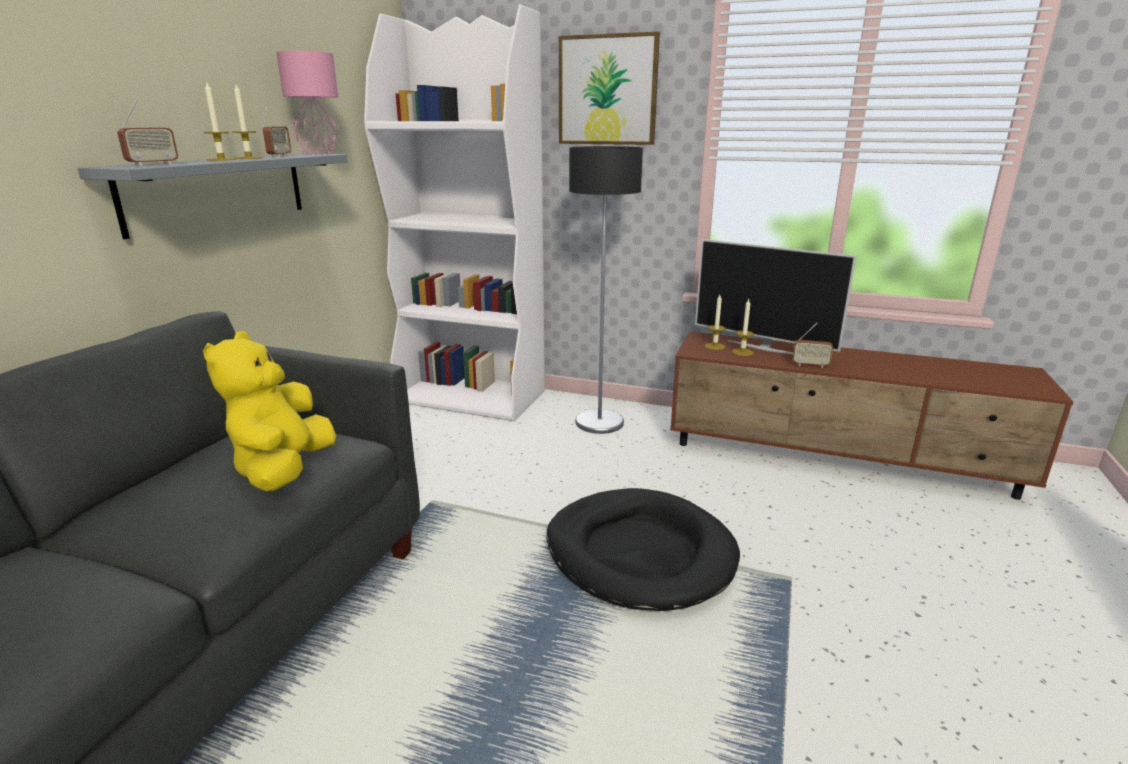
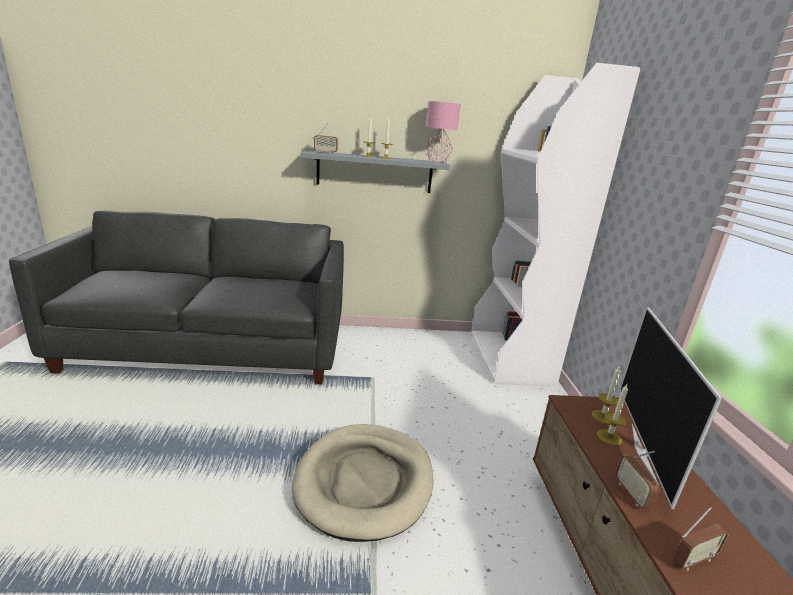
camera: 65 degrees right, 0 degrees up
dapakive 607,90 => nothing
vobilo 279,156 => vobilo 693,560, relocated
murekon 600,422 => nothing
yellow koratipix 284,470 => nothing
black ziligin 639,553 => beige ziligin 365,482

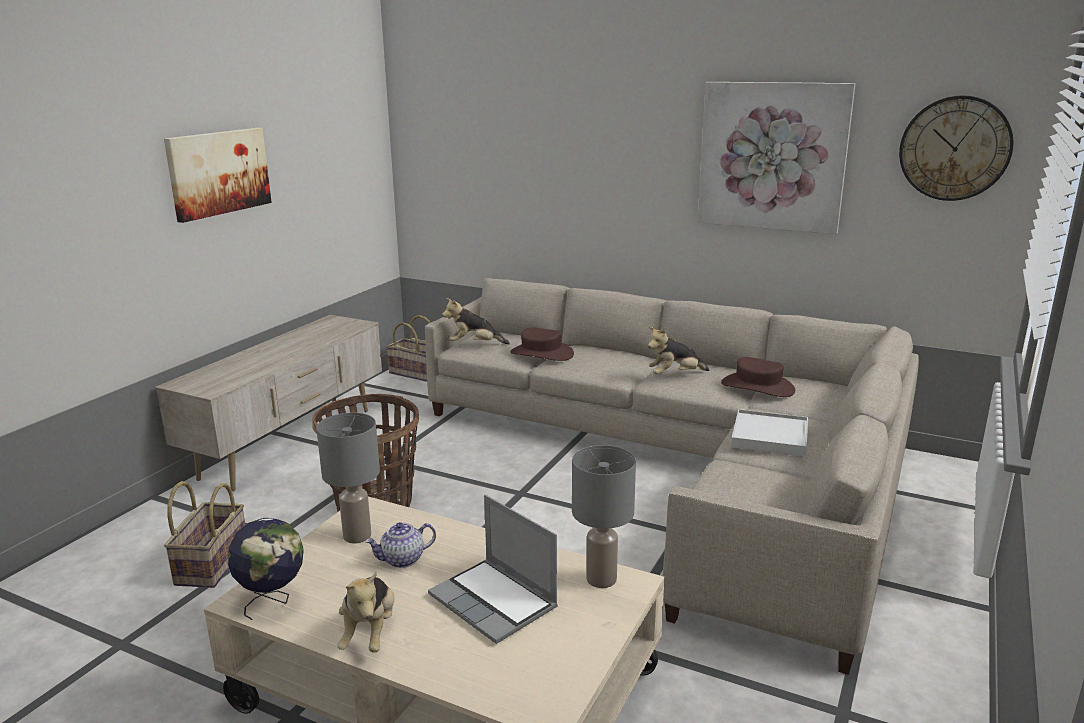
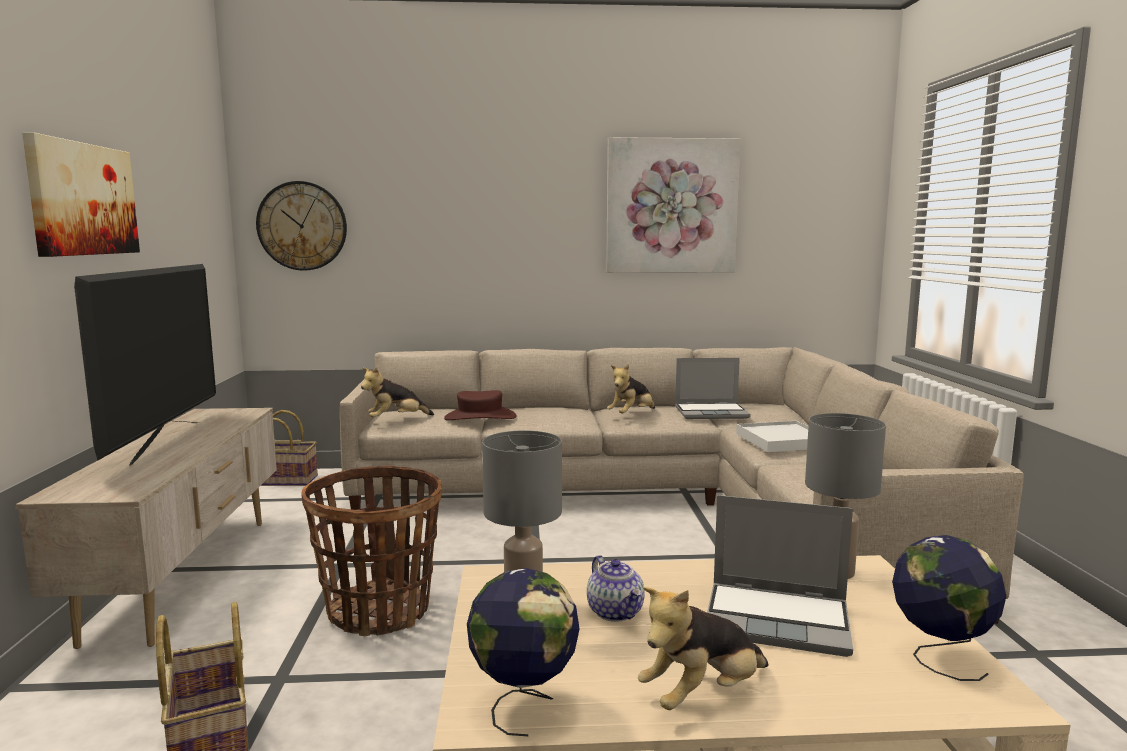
camera: 30 degrees left, 10 degrees down
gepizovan 954,148 => gepizovan 302,226, relocated
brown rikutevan 757,387 => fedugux 712,412
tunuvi 402,560 => tunuvi 616,612, 60 degrees counterclockwise
koratipix 370,633 => koratipix 702,695, 90 degrees clockwise
nothing => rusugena 165,442
nothing => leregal 939,658

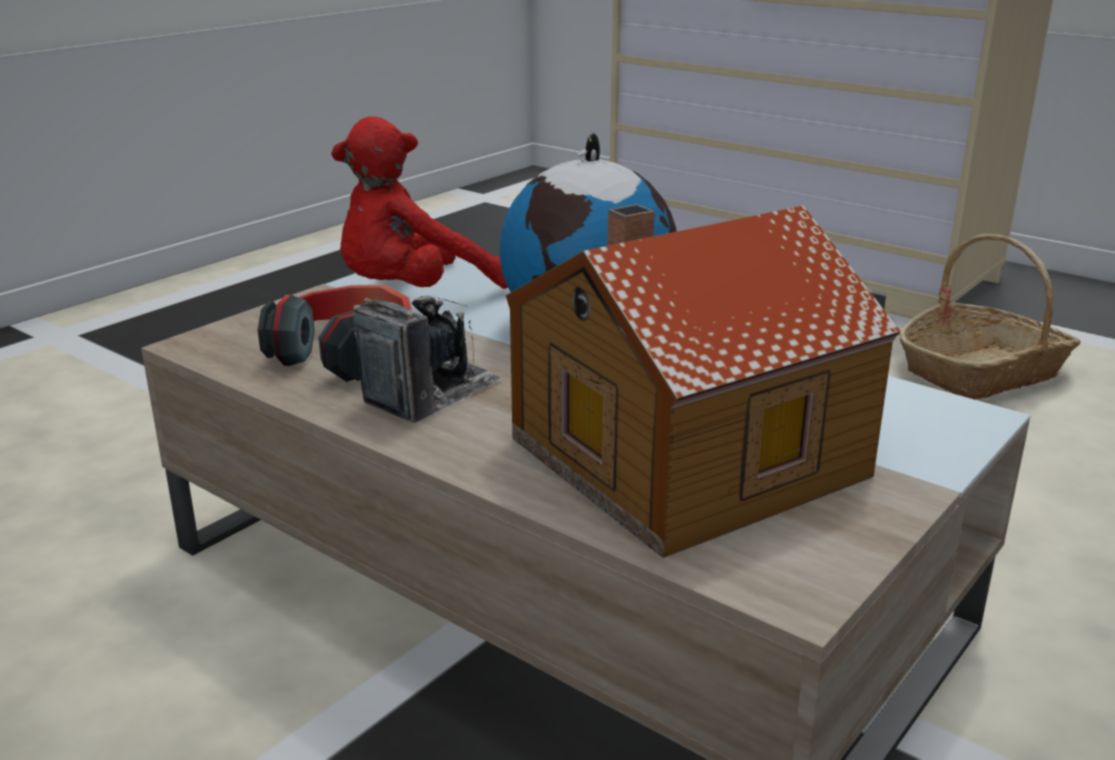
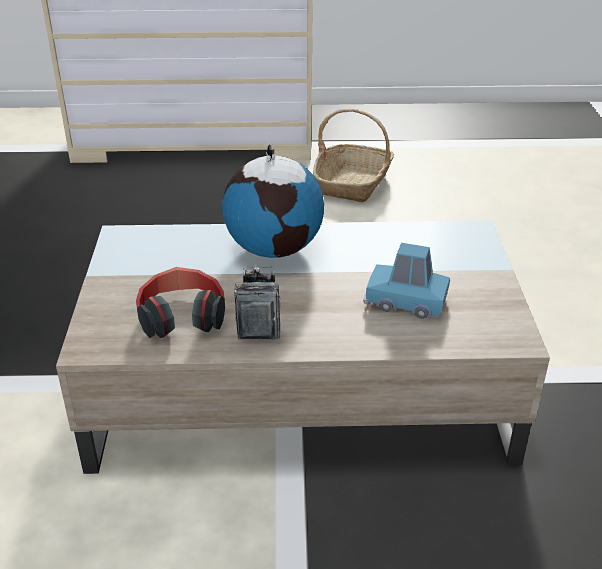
camera: 40 degrees left, 10 degrees up
red koratipix 414,294 => nothing
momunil 679,455 => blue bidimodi 405,301

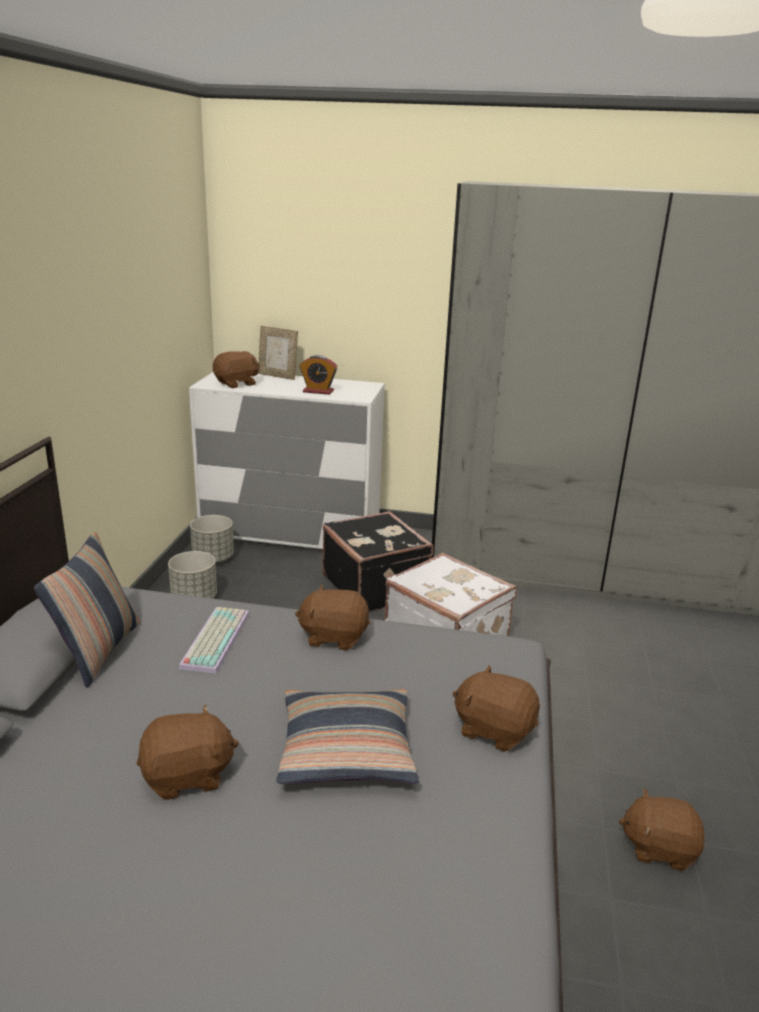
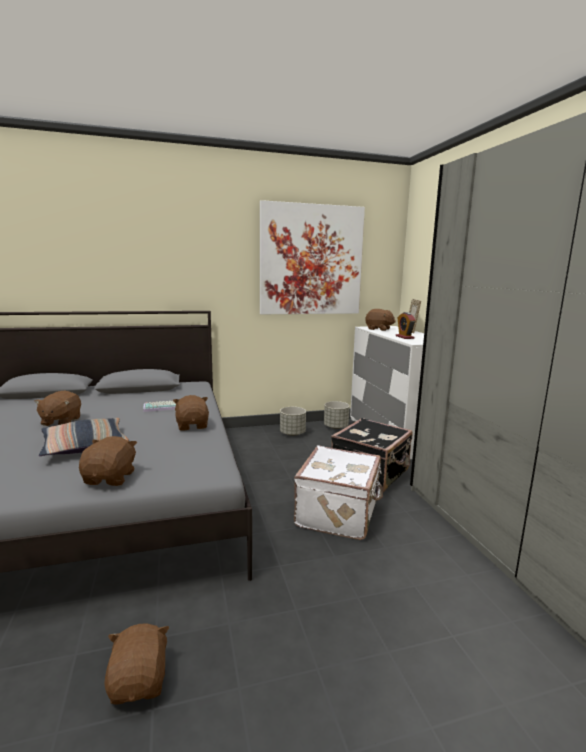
camera: 65 degrees right, 10 degrees down
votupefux 98,651 => nothing
brown koratipix 187,776 => brown koratipix 60,421, 45 degrees clockwise
nothing => dapakive 311,260

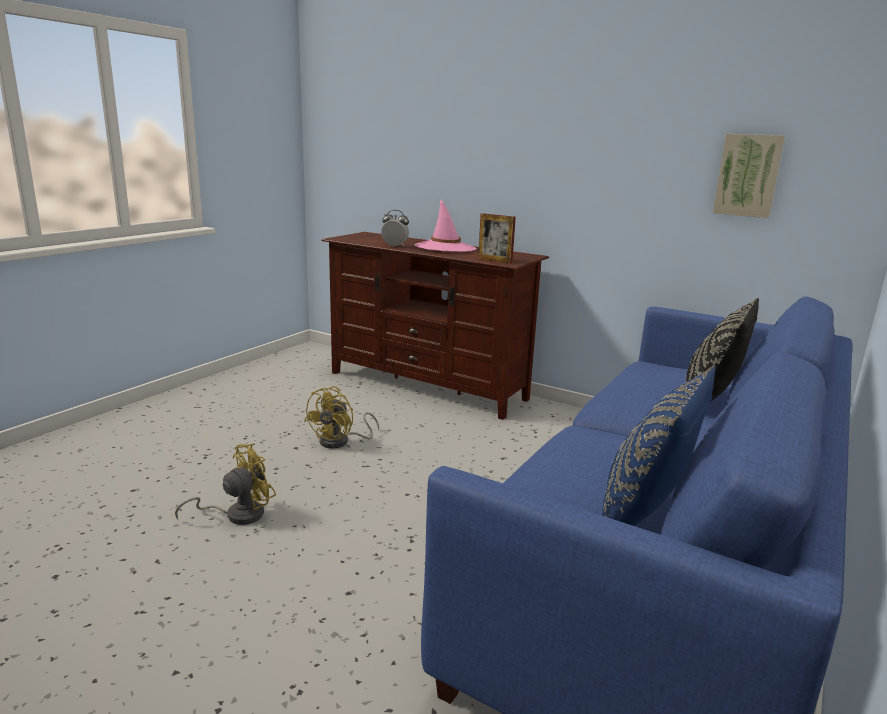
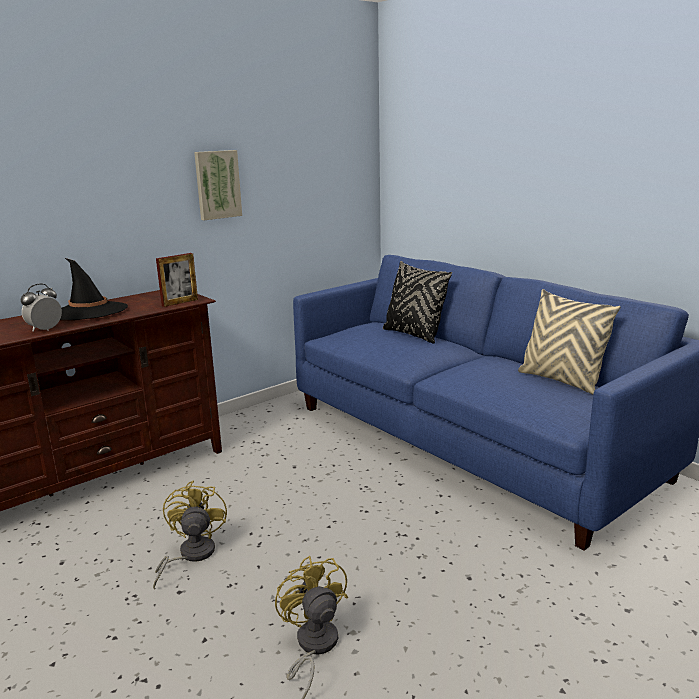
camera: 70 degrees left, 0 degrees up
dapakive 748,175 => dapakive 217,184, relocated
pink rikutevan 445,248 => black rikutevan 89,312
blue votupefux 644,512 => beige votupefux 561,380
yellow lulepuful 340,441 => yellow lulepuful 190,555, 135 degrees counterclockwise

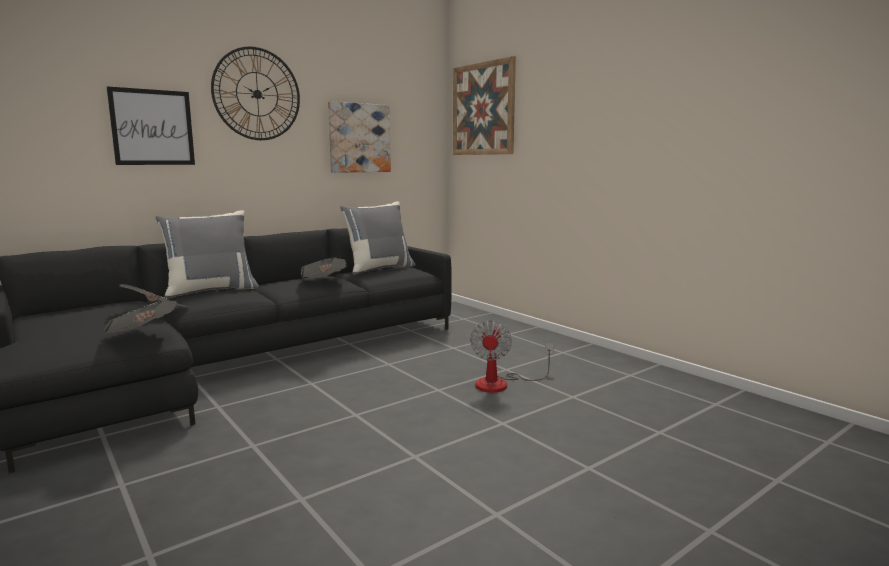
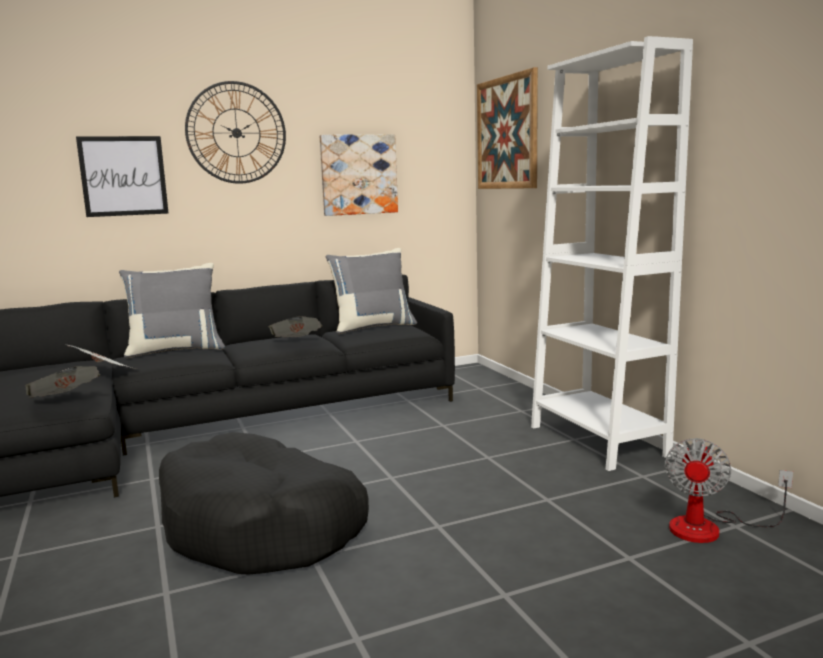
camera: 15 degrees right, 0 degrees up
lulepuful 501,383 => lulepuful 710,528, relocated
nothing => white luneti 597,440
nothing => black ziligin 262,526

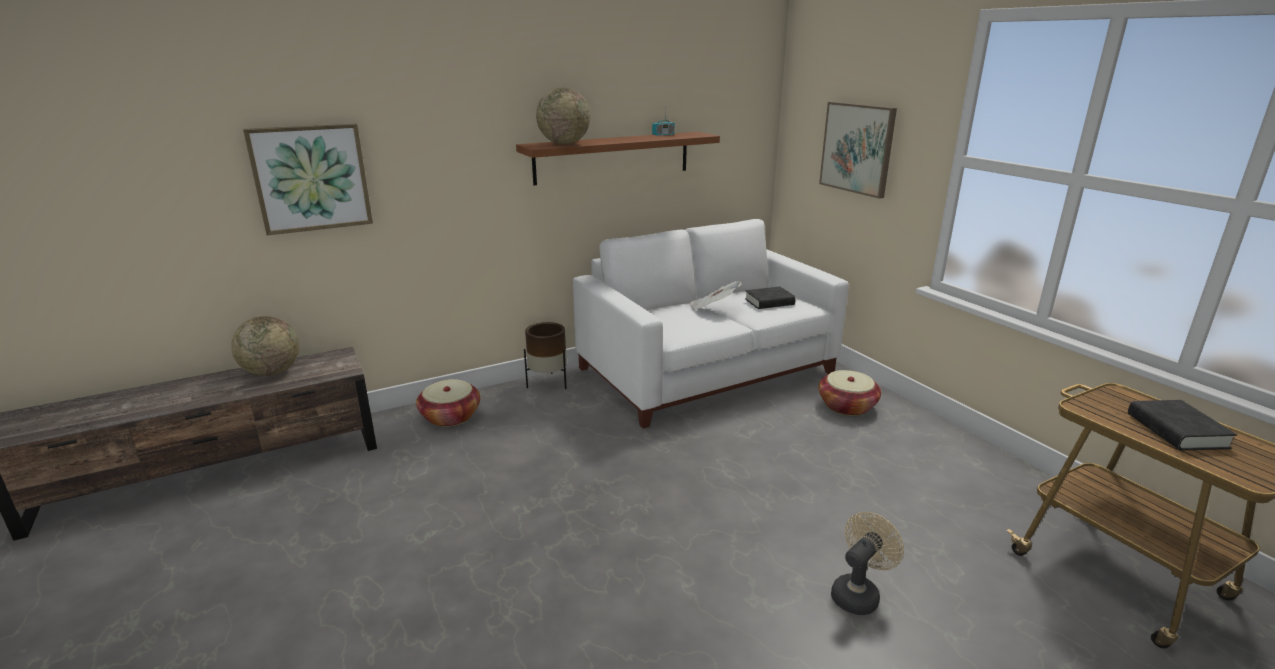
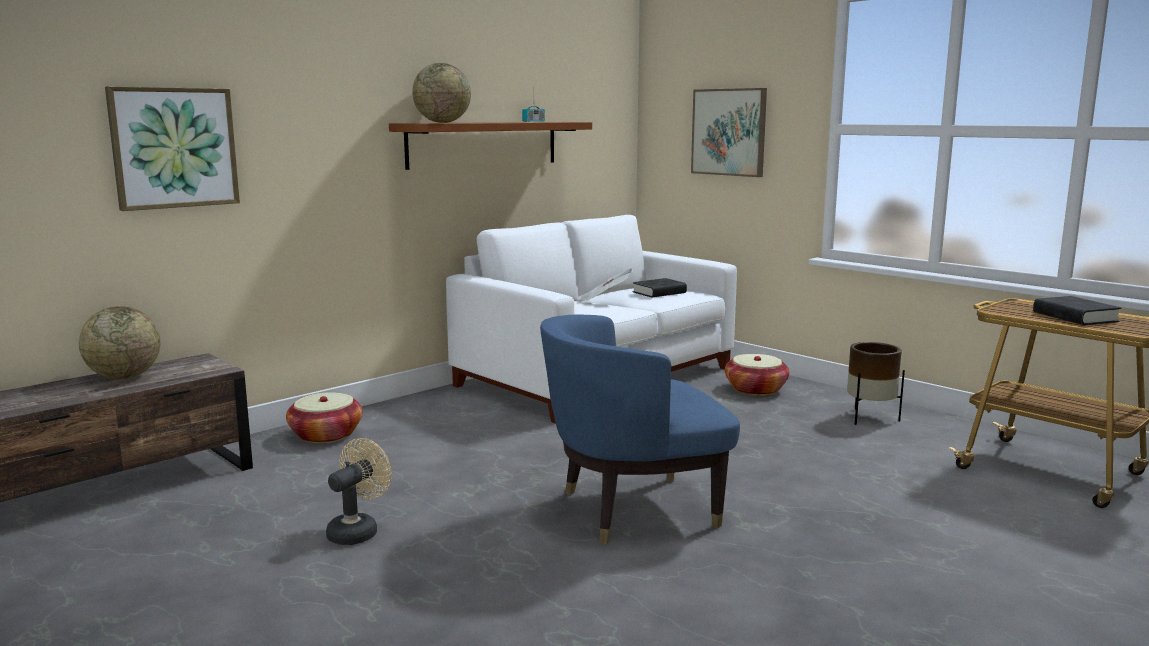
camera: 15 degrees left, 10 degrees down
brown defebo 548,383 => brown defebo 870,418, relocated
beige lulepuful 858,593 => beige lulepuful 358,531, relocated
nothing => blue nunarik 635,509

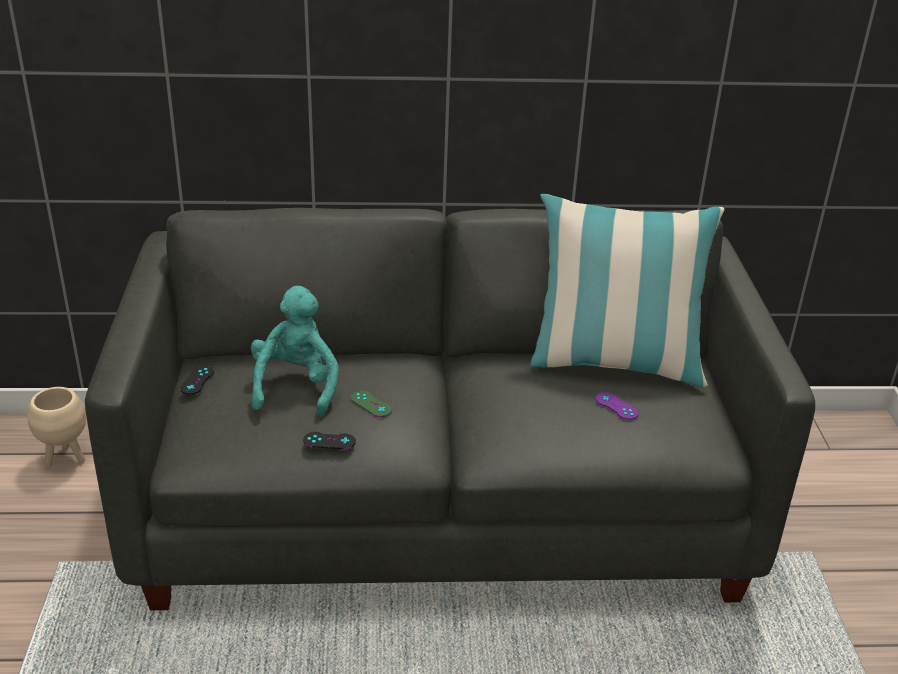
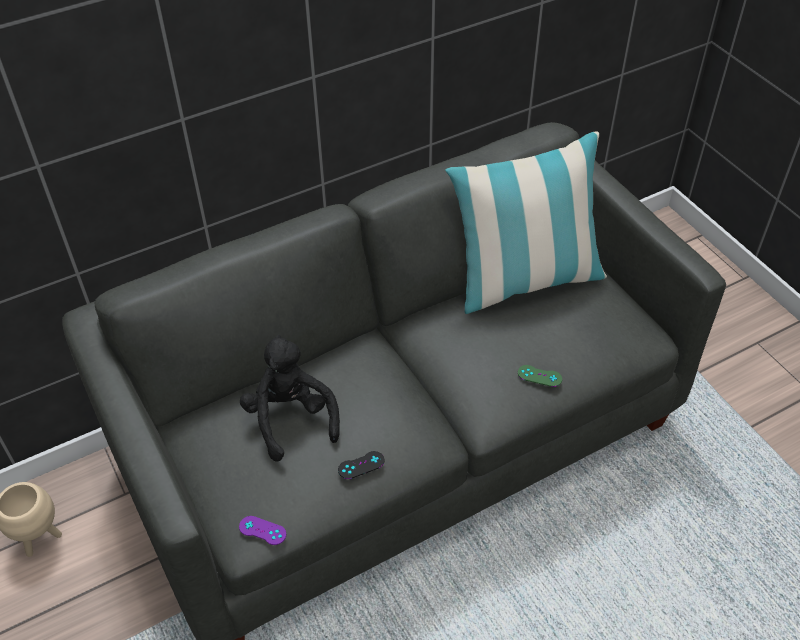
camera: 25 degrees left, 15 degrees up
turquoise koratipix 296,386 => black koratipix 291,419
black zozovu 197,380 => nothing
green zozovu 371,404 => green zozovu 539,376, relocated
purple zozovu 616,406 => purple zozovu 262,530, relocated

